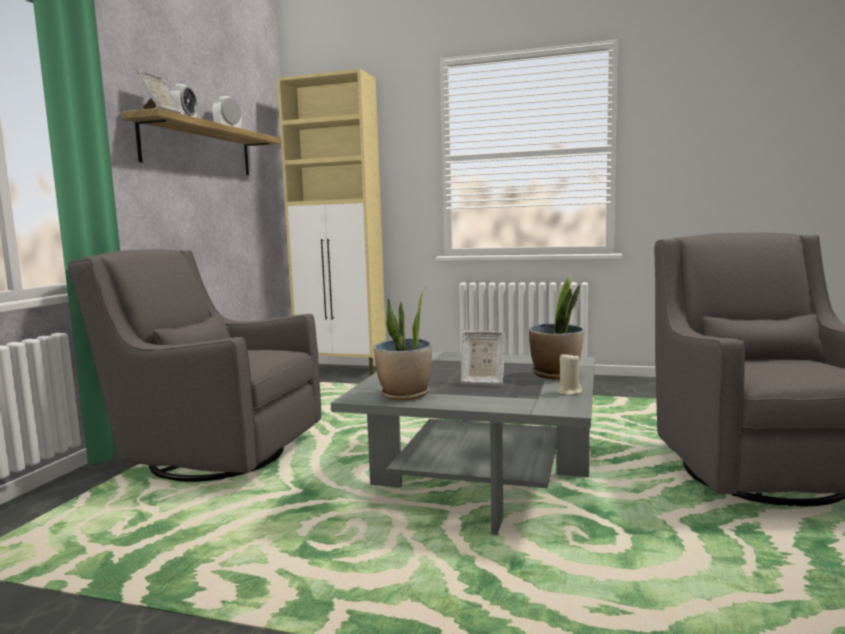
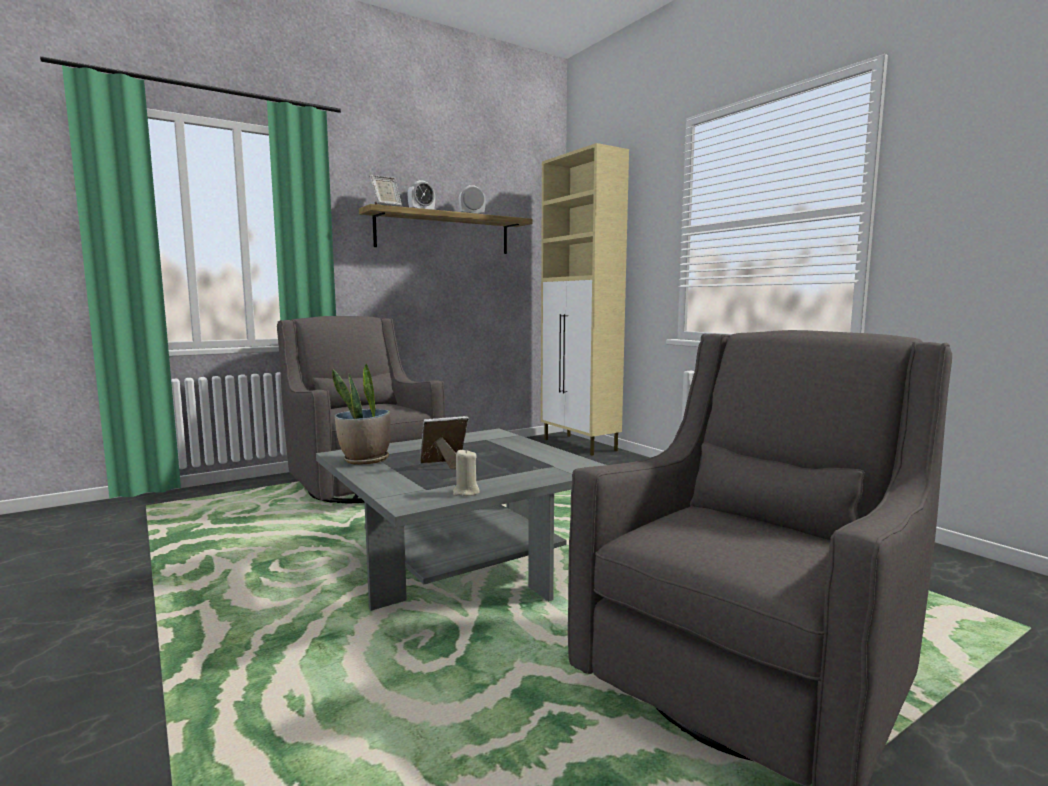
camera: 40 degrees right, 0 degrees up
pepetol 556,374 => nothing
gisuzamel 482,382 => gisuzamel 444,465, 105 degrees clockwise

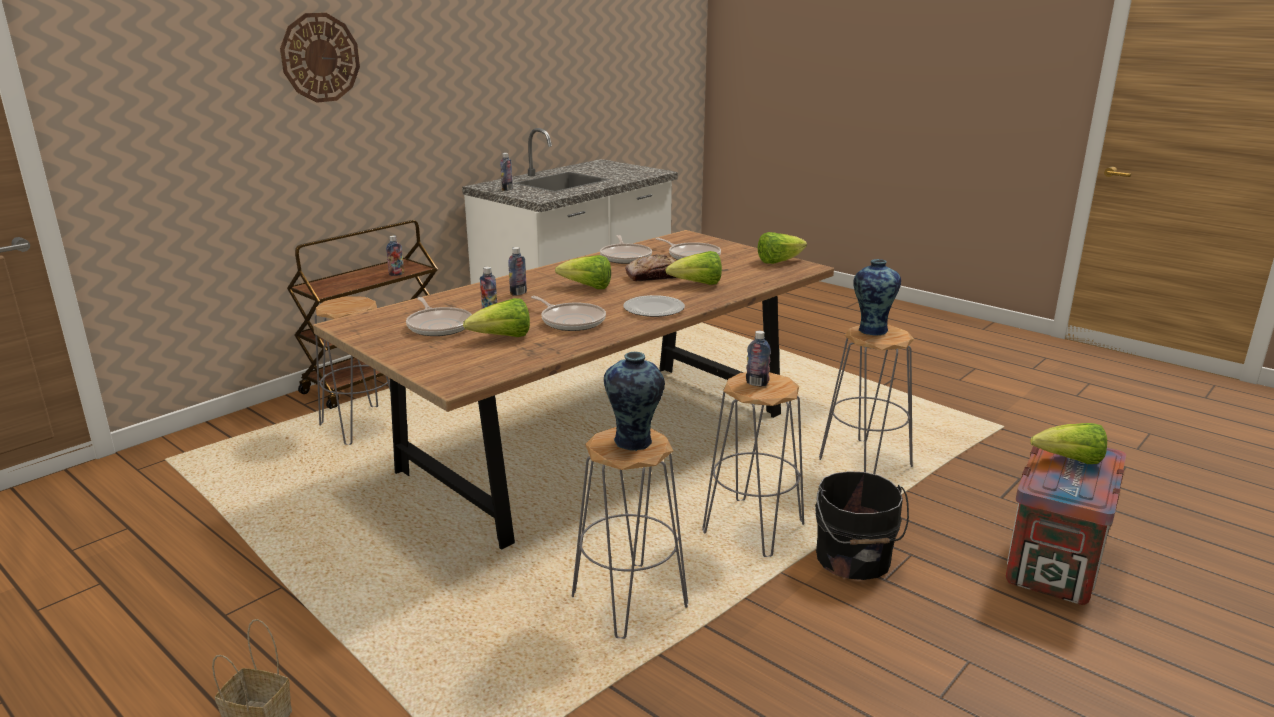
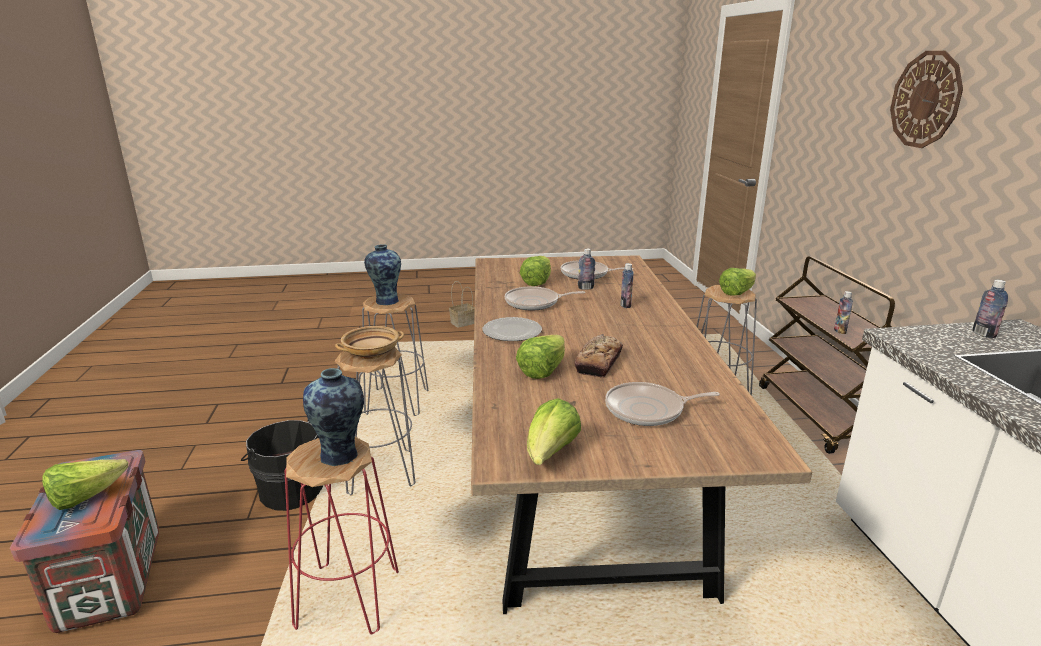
camera: 130 degrees right, 0 degrees up
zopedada 625,257 => nothing
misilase 588,287 => misilase 737,292, relocated
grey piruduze 864,463 => red piruduze 348,598
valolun 757,383 => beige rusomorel 372,353

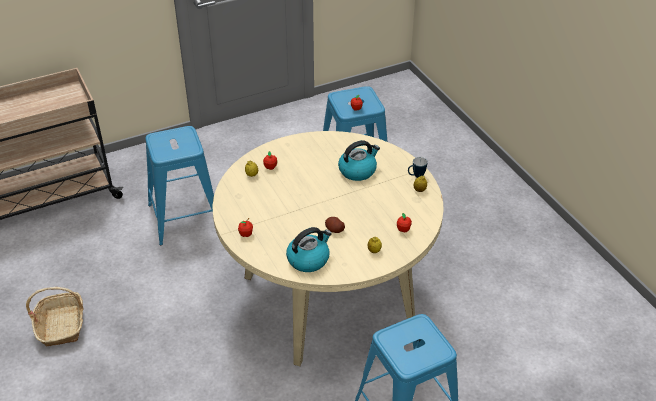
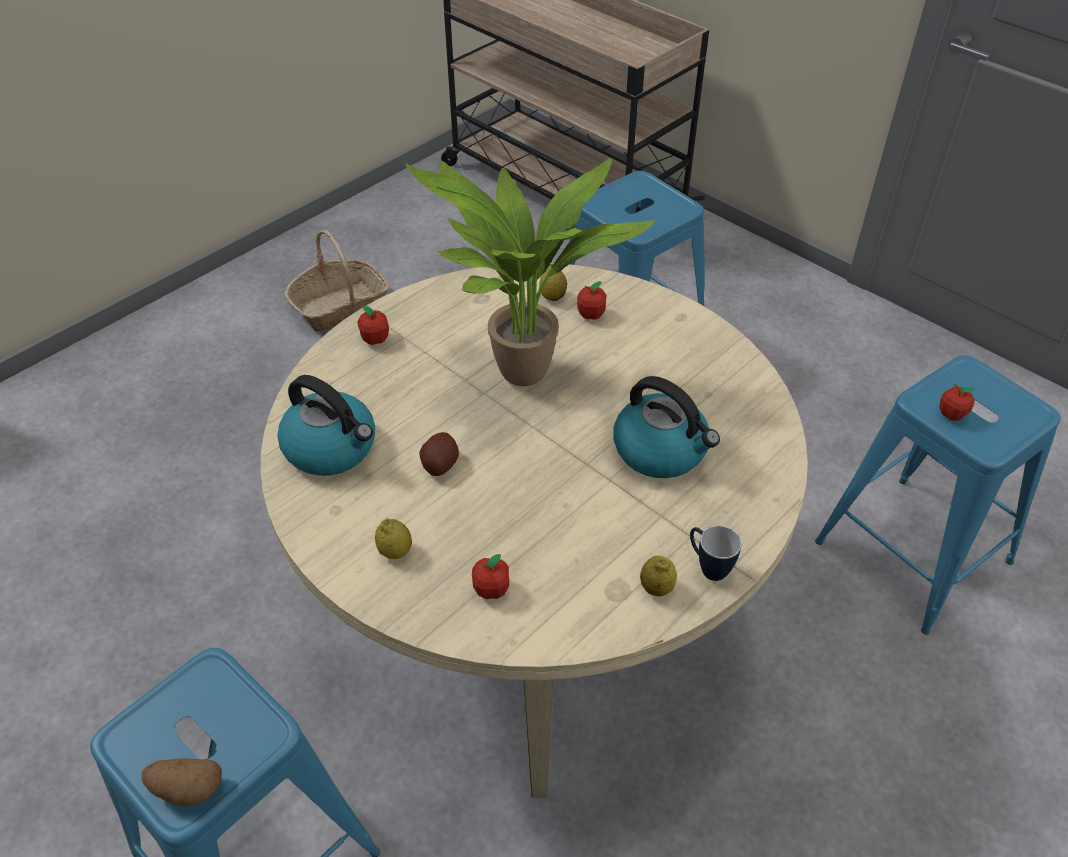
camera: 70 degrees right, 5 degrees up
nothing => pepetol 522,379
nothing => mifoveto 186,789

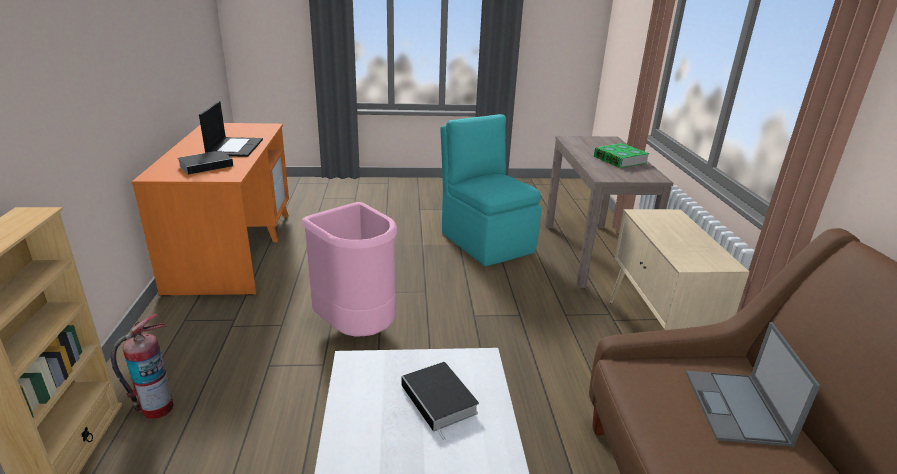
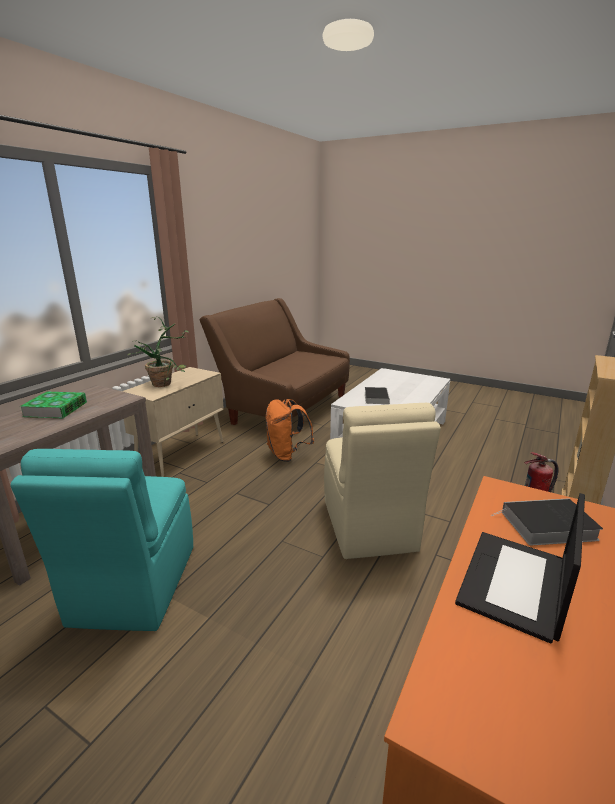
camera: 145 degrees left, 5 degrees down
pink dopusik 357,328 => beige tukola 368,526
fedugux 736,408 => nothing
nothing => pepetol 167,383
nothing => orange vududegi 287,455

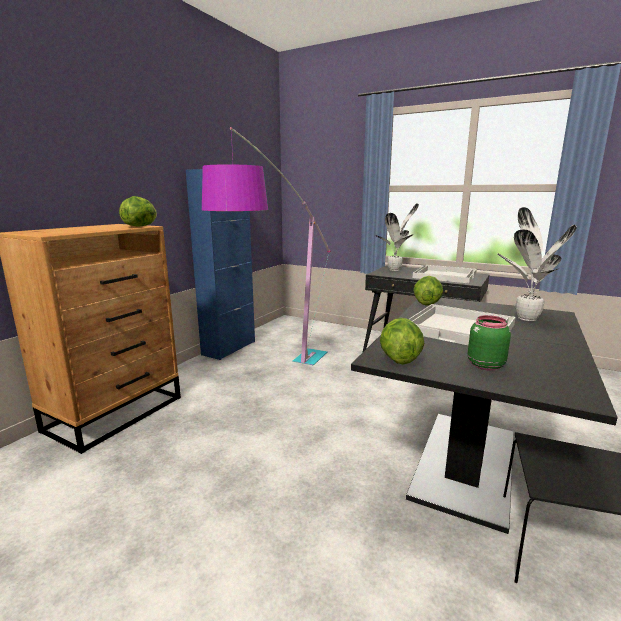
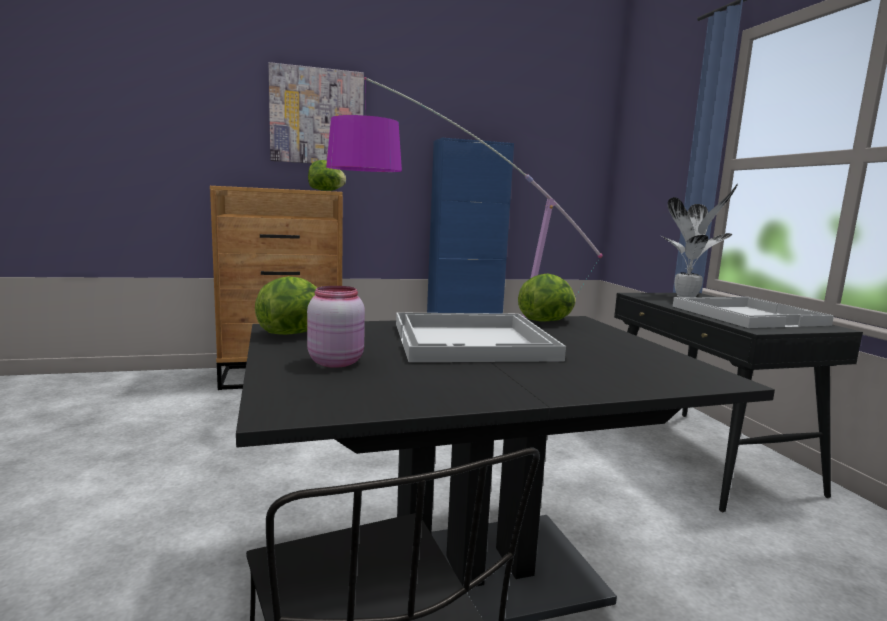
camera: 45 degrees right, 5 degrees down
pepetol 526,318 => nothing
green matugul 484,365 => pink matugul 336,361
nothing => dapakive 317,116

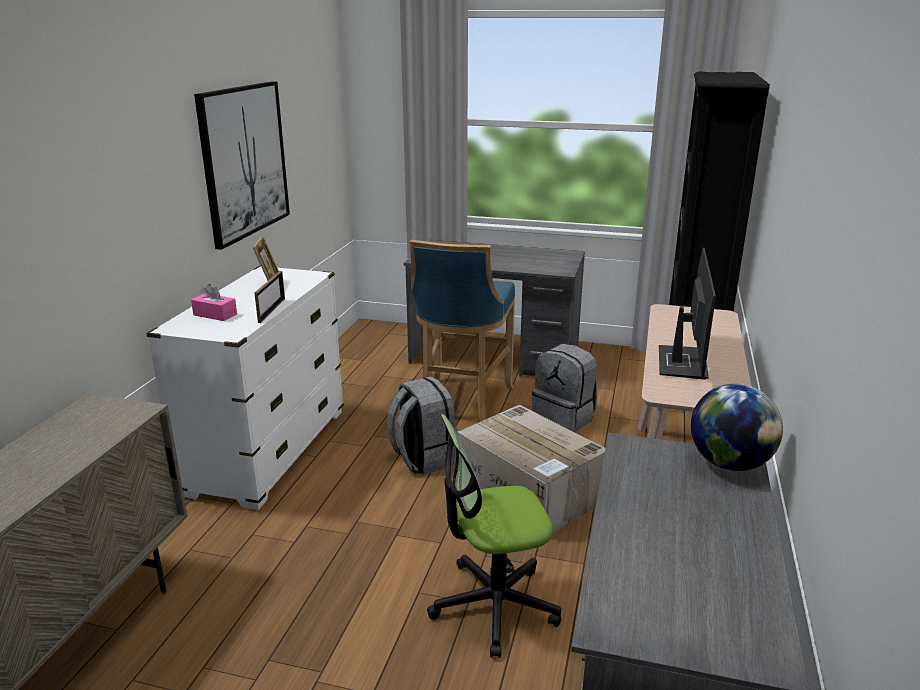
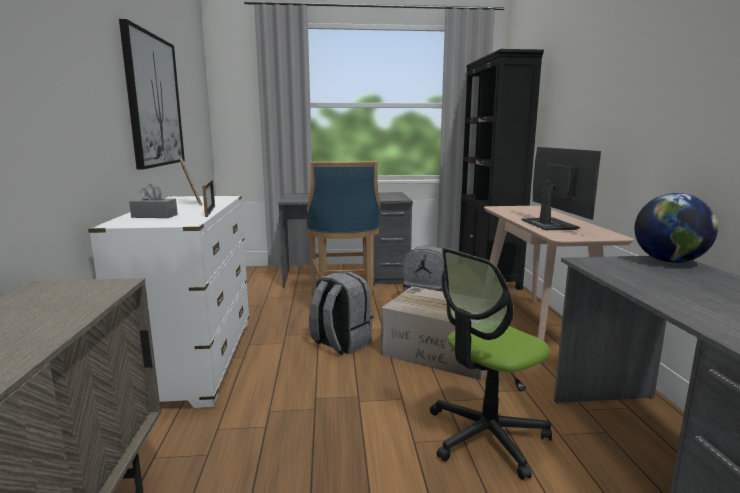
camera: 20 degrees left, 10 degrees down
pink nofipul 215,314 => grey nofipul 154,216

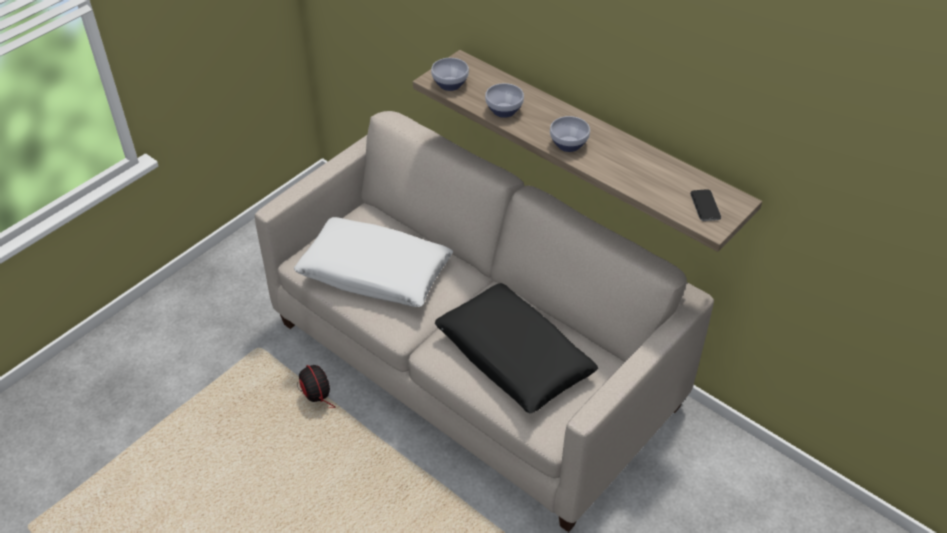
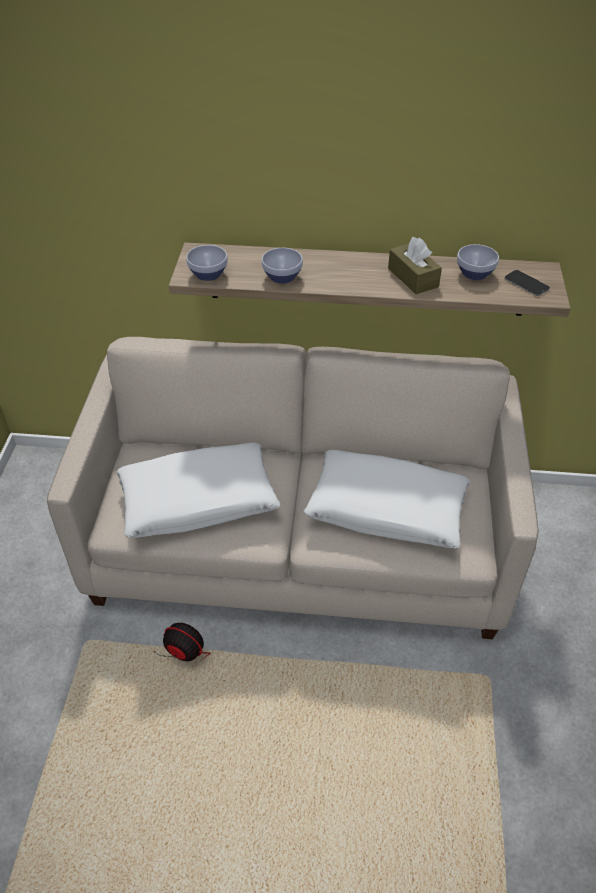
camera: 35 degrees left, 0 degrees up
rusomorel 570,144 => rusomorel 475,273, relocated
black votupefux 513,357 => white votupefux 387,509
nothing => brown nofipul 413,277

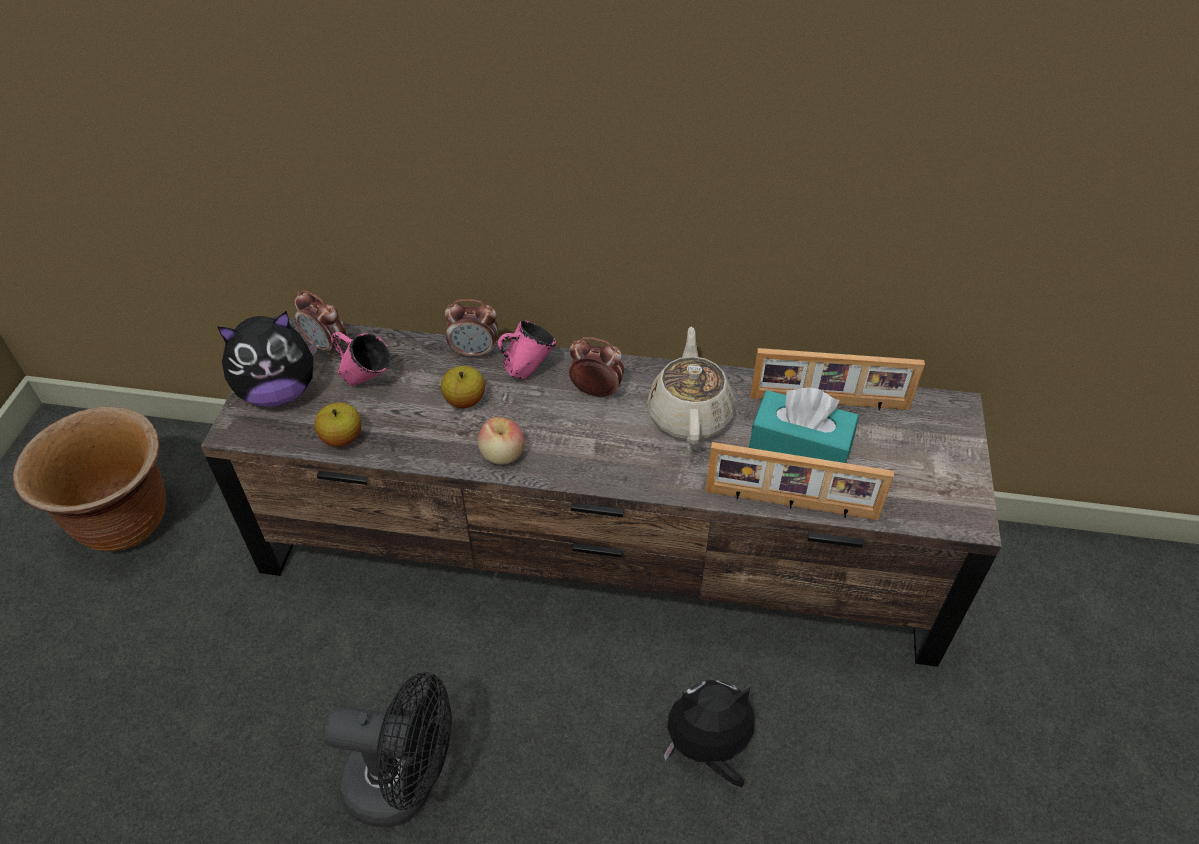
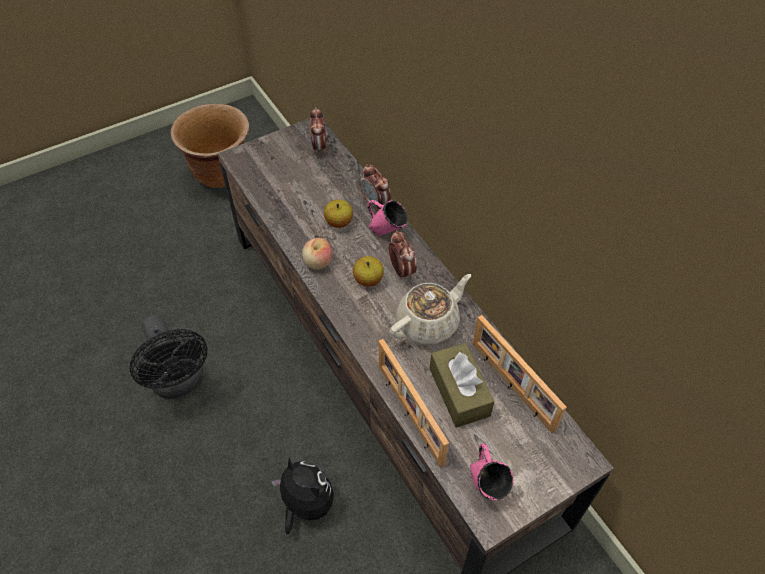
camera: 50 degrees right, 5 degrees up
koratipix 279,392 => nothing
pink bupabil 366,381 => pink bupabil 486,485, relocated
turquoise nofipul 799,446 => brown nofipul 459,392
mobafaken 342,438 => mobafaken 368,280, relocated

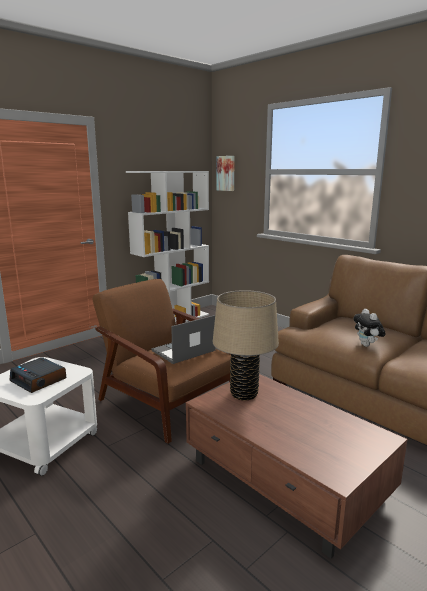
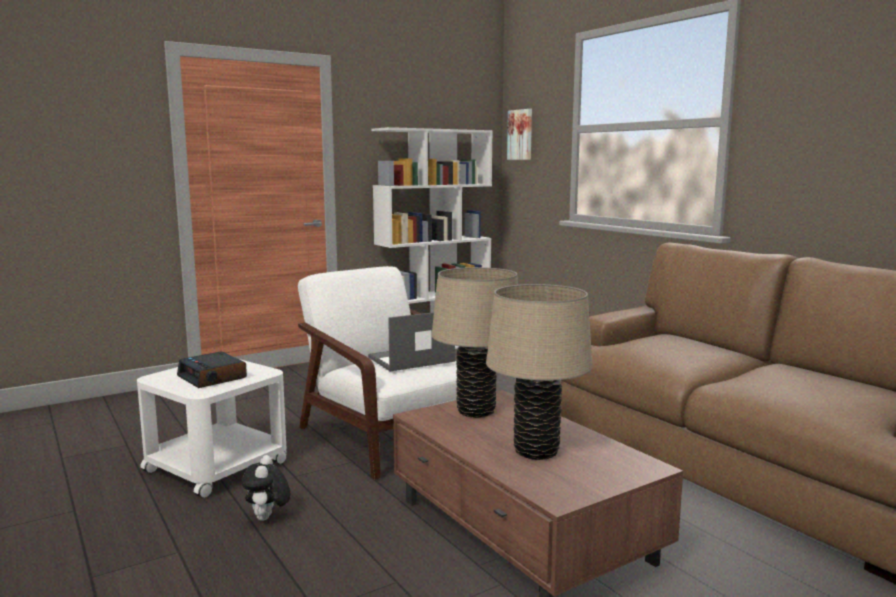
camera: 10 degrees right, 5 degrees down
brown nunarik 165,401 => white nunarik 388,435
koratipix 367,345 => koratipix 267,518, relocated
nothing => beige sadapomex 536,451

